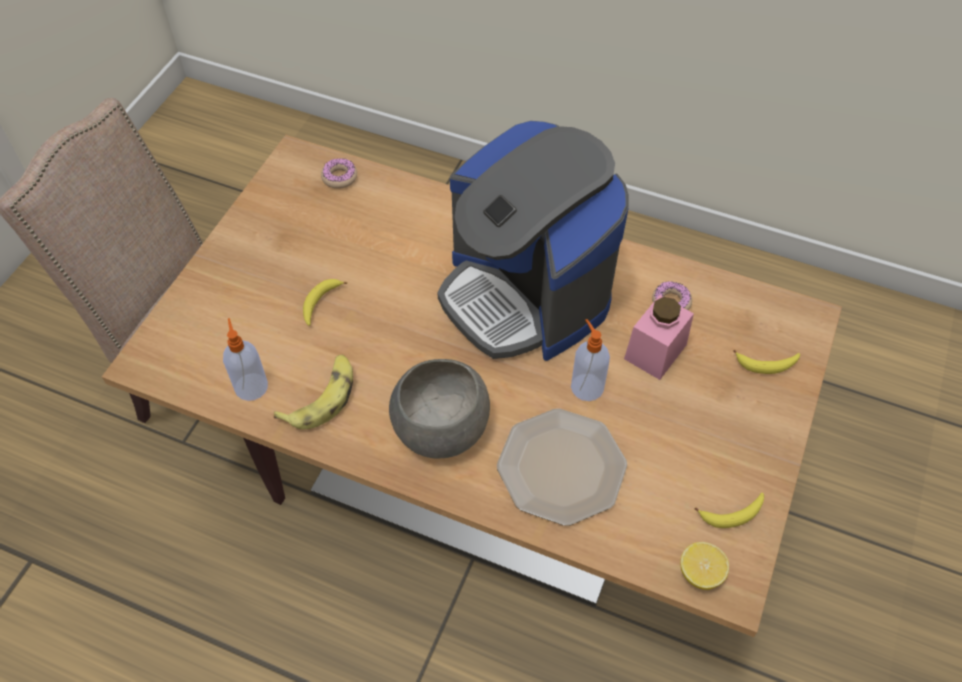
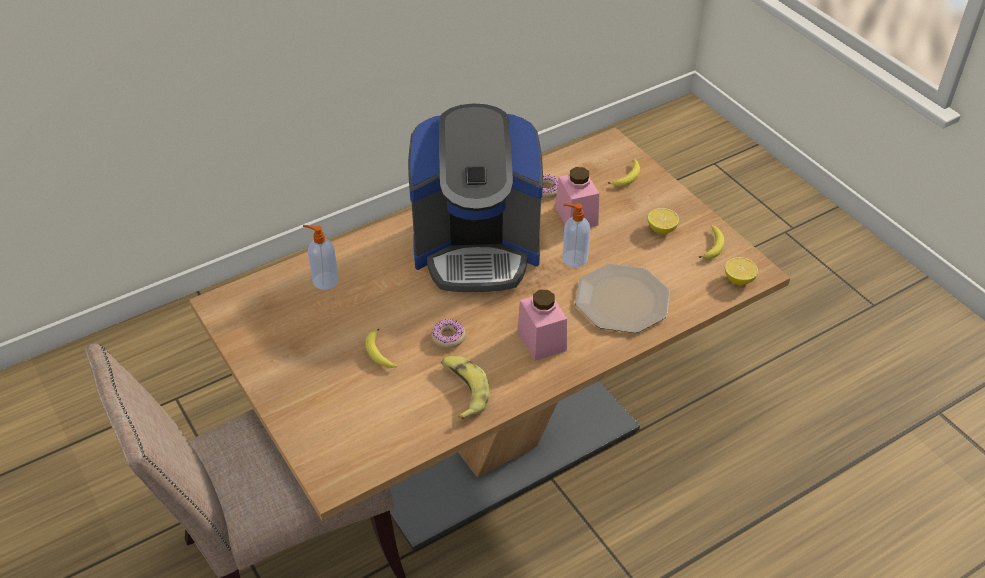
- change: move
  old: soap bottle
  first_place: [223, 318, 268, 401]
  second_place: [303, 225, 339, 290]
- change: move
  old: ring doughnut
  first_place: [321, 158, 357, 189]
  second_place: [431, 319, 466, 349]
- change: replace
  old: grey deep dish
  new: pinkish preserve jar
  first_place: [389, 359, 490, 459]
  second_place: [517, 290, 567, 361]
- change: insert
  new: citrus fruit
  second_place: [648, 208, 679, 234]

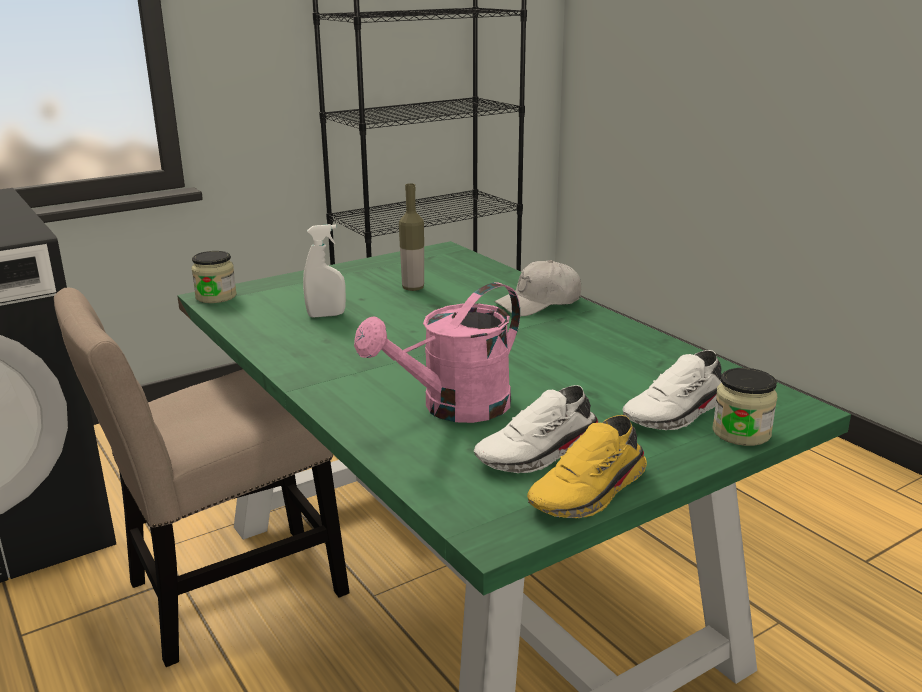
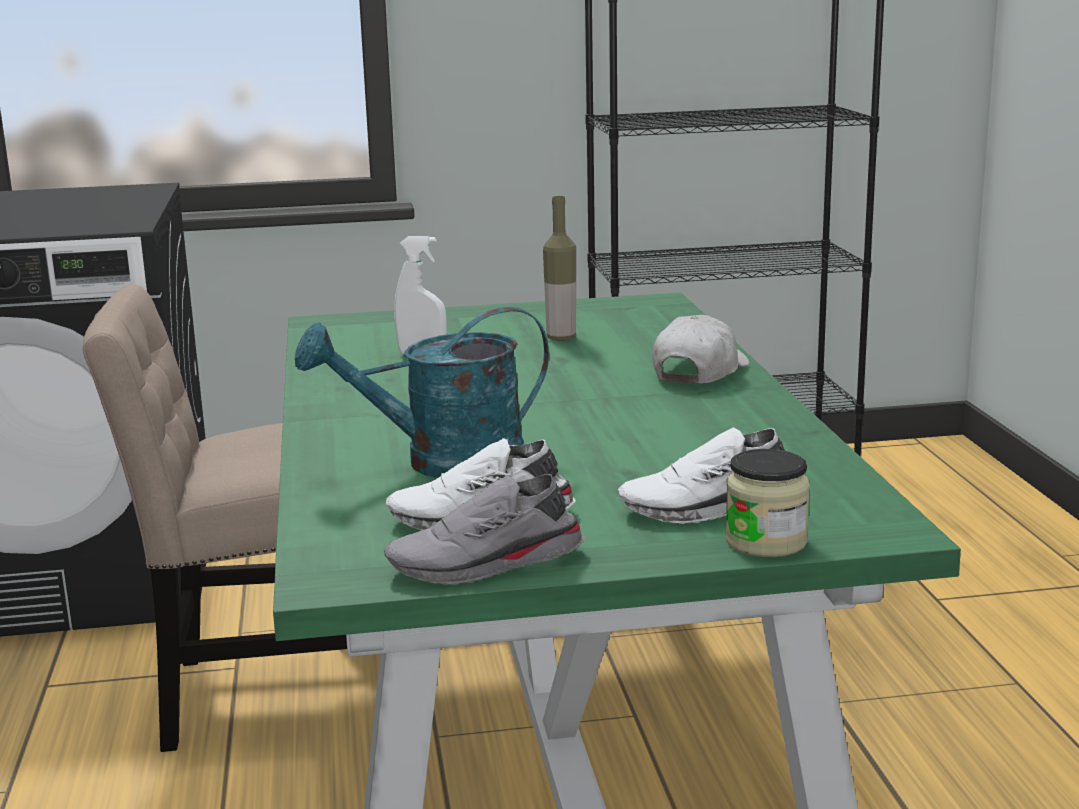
- change: recolor
  old: pinkish watering can
  new: turquoise watering can
  first_place: [354, 282, 520, 423]
  second_place: [295, 307, 549, 478]
- change: recolor
  old: yellow-coloured shoe
  new: grey shoe
  first_place: [527, 415, 647, 518]
  second_place: [384, 474, 585, 585]
- change: rotate
  old: white cap
  first_place: [494, 260, 581, 316]
  second_place: [652, 315, 749, 384]
  degrees: 120
- change: delete
  old: preserve jar
  first_place: [191, 251, 237, 303]

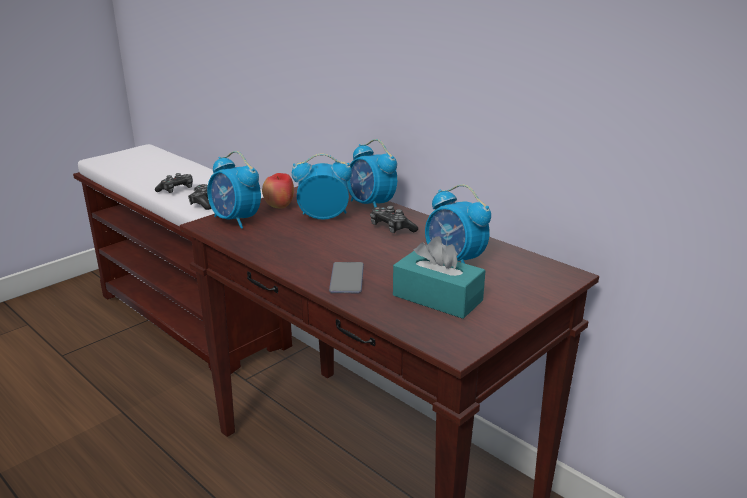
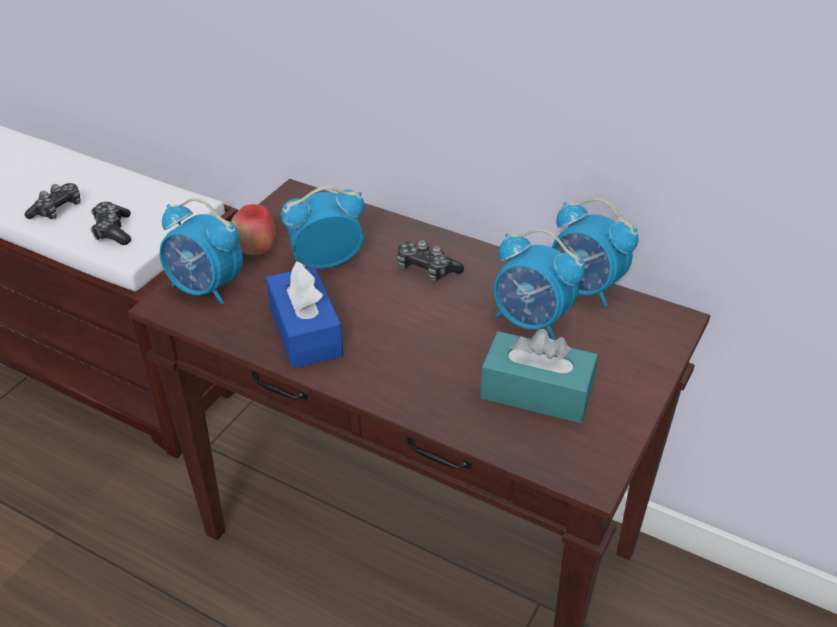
- change: insert
  new: blue tissue box
  second_place: [266, 261, 343, 368]
- change: move
  old: alarm clock
  first_place: [347, 139, 397, 208]
  second_place: [552, 198, 639, 306]
- change: delete
  old: phone
  first_place: [329, 262, 364, 293]

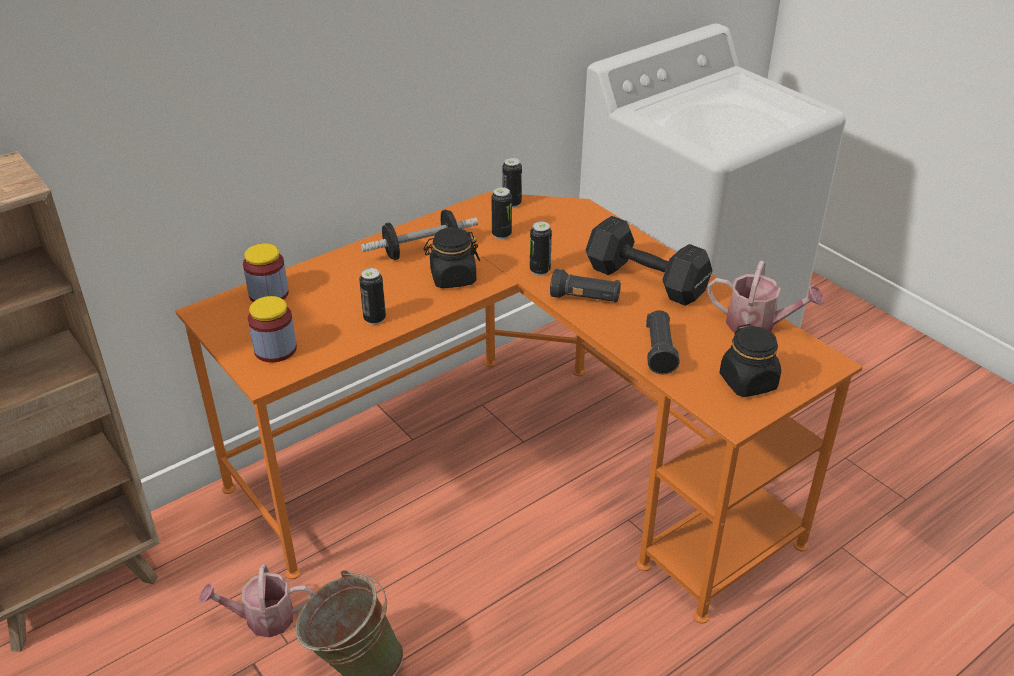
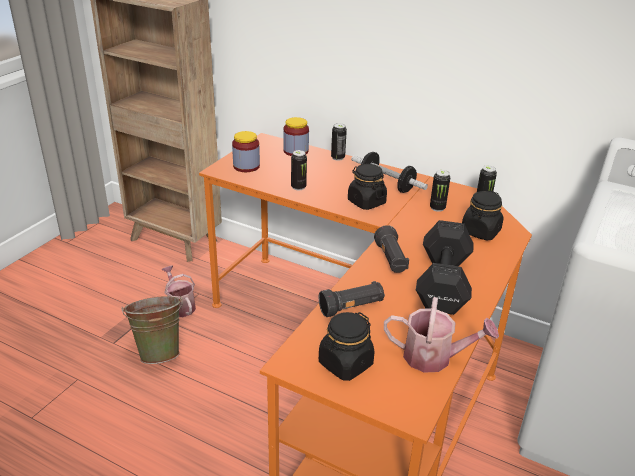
- change: move
  old: metal can
  first_place: [530, 222, 552, 275]
  second_place: [331, 123, 347, 161]
- change: rotate
  old: watering can
  first_place: [708, 261, 824, 332]
  second_place: [384, 297, 499, 373]
  degrees: -75
- change: insert
  new: black preserve jar
  second_place: [462, 191, 504, 240]

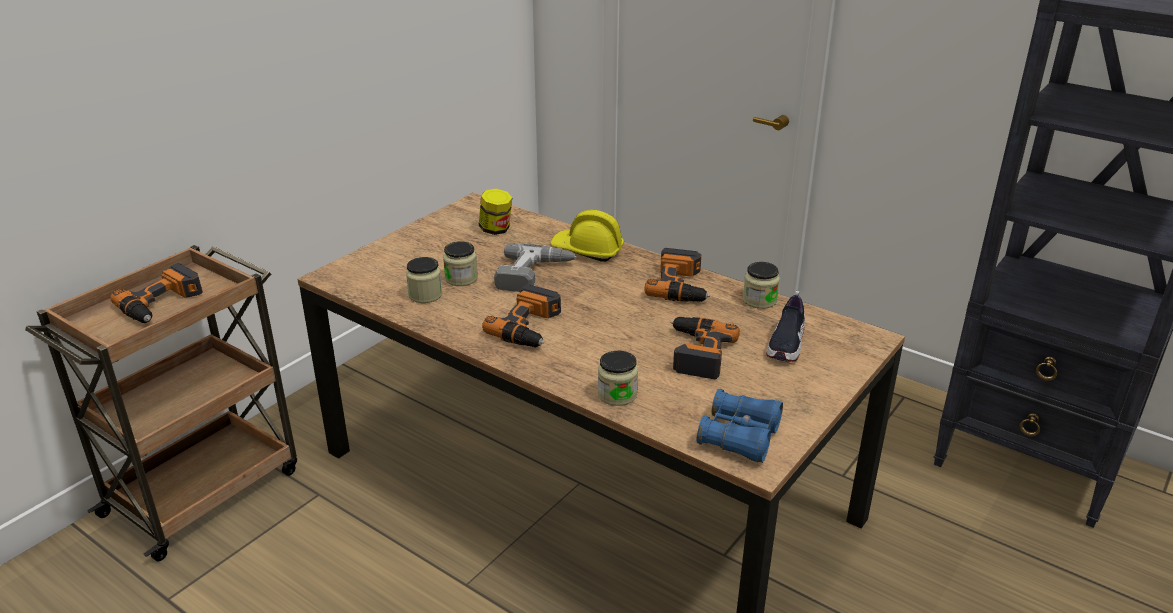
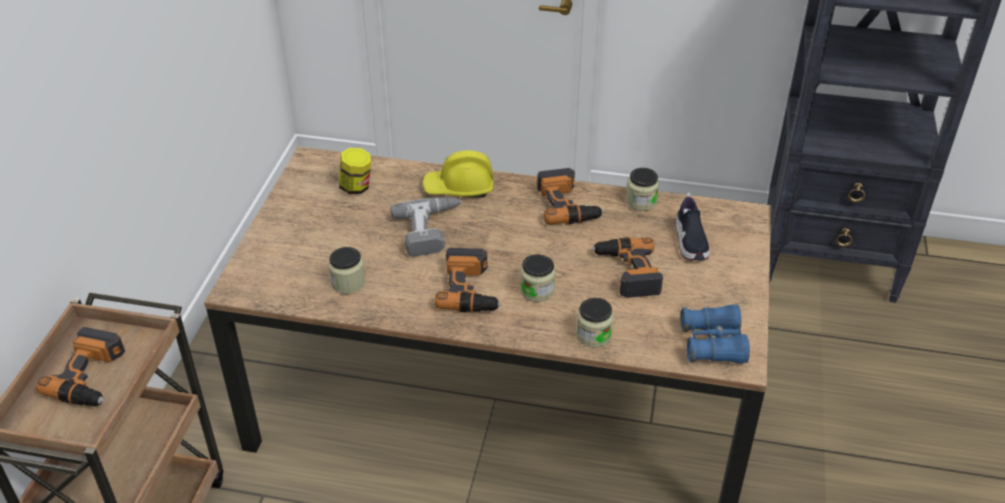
- change: move
  old: preserve jar
  first_place: [443, 241, 478, 286]
  second_place: [520, 254, 555, 302]

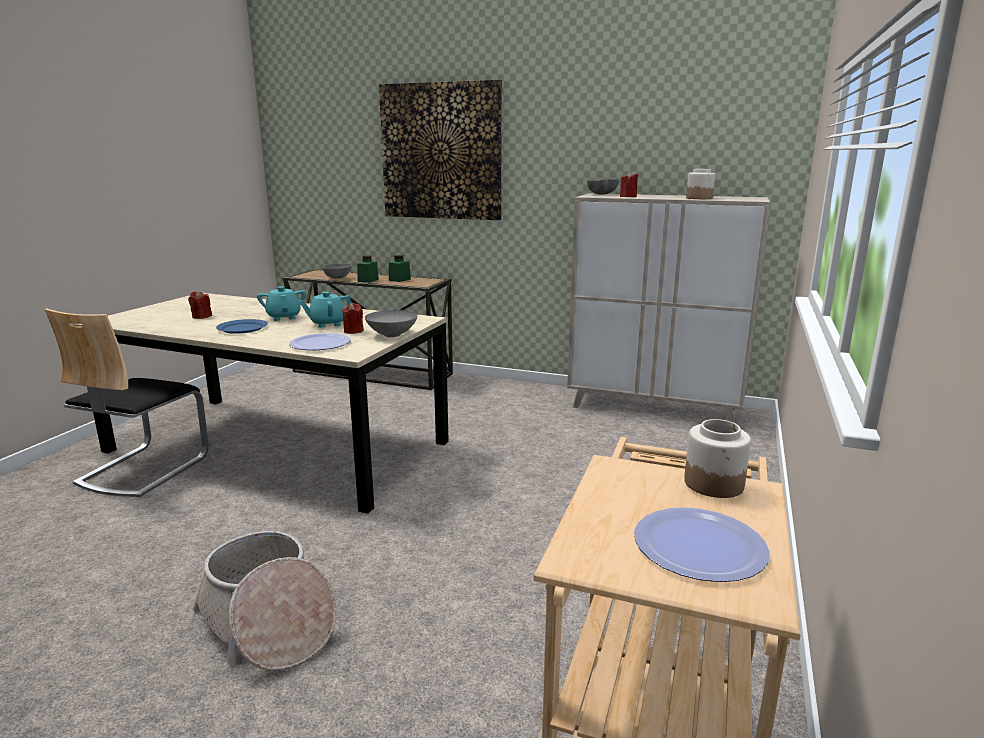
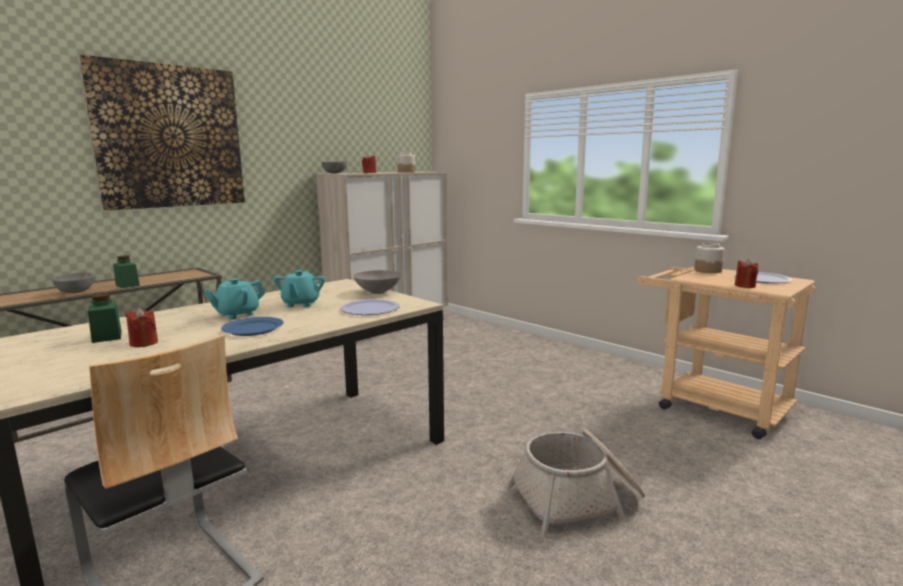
- change: move
  old: green-coloured preserve jar
  first_place: [389, 255, 411, 282]
  second_place: [88, 293, 122, 343]
- change: rotate
  old: turquoise teapot
  first_place: [257, 286, 306, 321]
  second_place: [204, 278, 265, 319]
  degrees: -45
- change: move
  old: red-coloured wax light
  first_place: [342, 303, 364, 334]
  second_place: [735, 259, 758, 288]

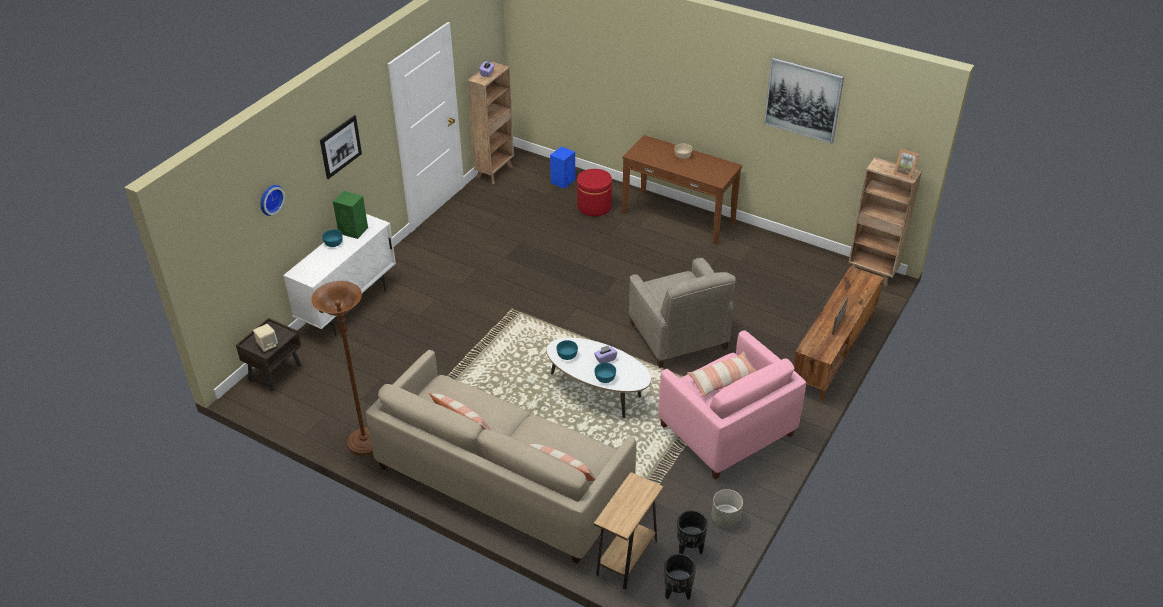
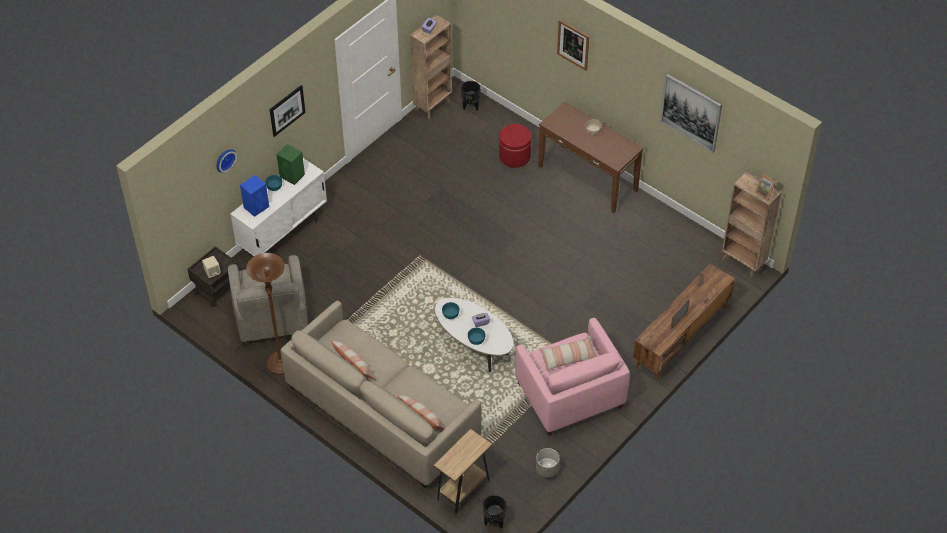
- change: move
  old: sand-coloured lounge chair
  first_place: [629, 258, 736, 368]
  second_place: [228, 255, 308, 347]
- change: move
  old: blue loudspeaker
  first_place: [550, 146, 575, 189]
  second_place: [240, 175, 269, 217]
- change: move
  old: black plant pot
  first_place: [677, 510, 708, 554]
  second_place: [461, 81, 481, 111]
- change: insert
  new: picture
  second_place: [557, 20, 589, 71]

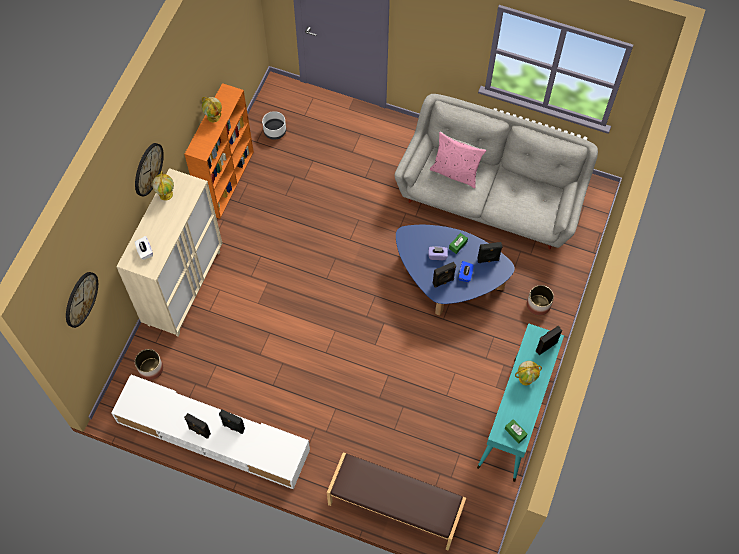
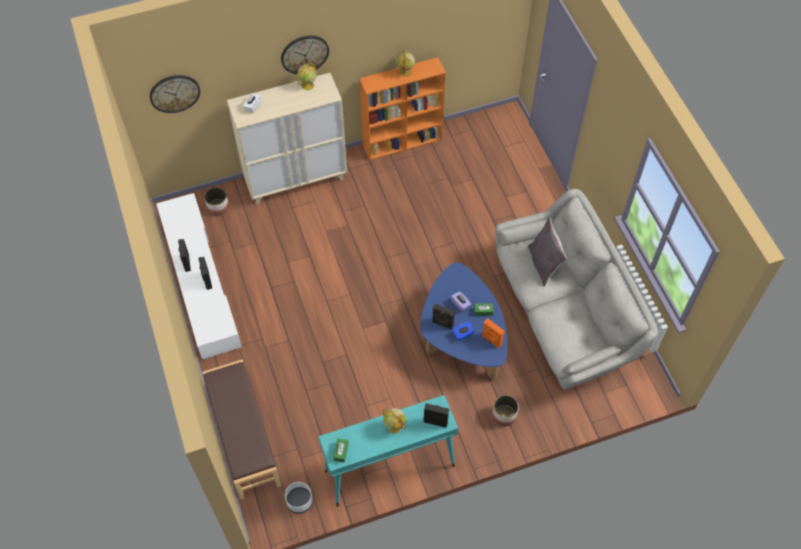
- change: move
  old: white plant pot
  first_place: [262, 111, 286, 140]
  second_place: [285, 482, 313, 514]
- change: recolor
  old: black loudspeaker
  new: orange-coloured loudspeaker
  first_place: [477, 242, 503, 263]
  second_place: [482, 318, 505, 348]
- change: recolor
  old: pinkish throw pillow
  new: grey throw pillow
  first_place: [430, 132, 486, 188]
  second_place: [528, 217, 567, 287]

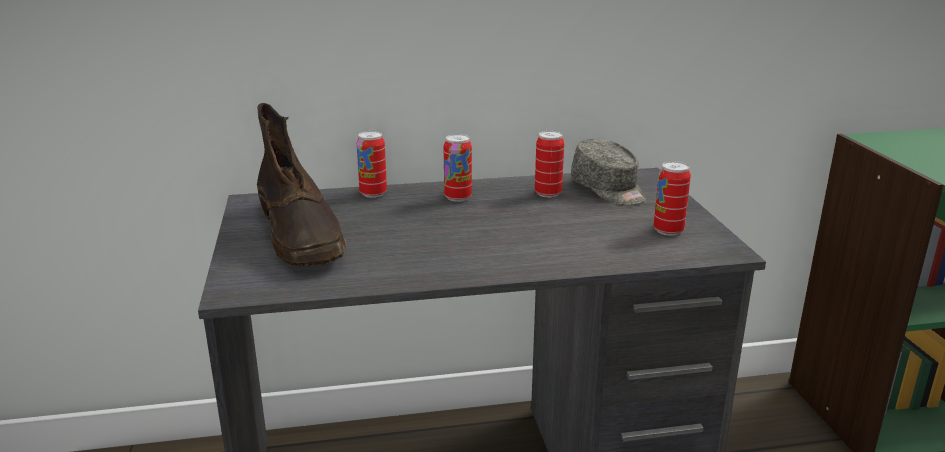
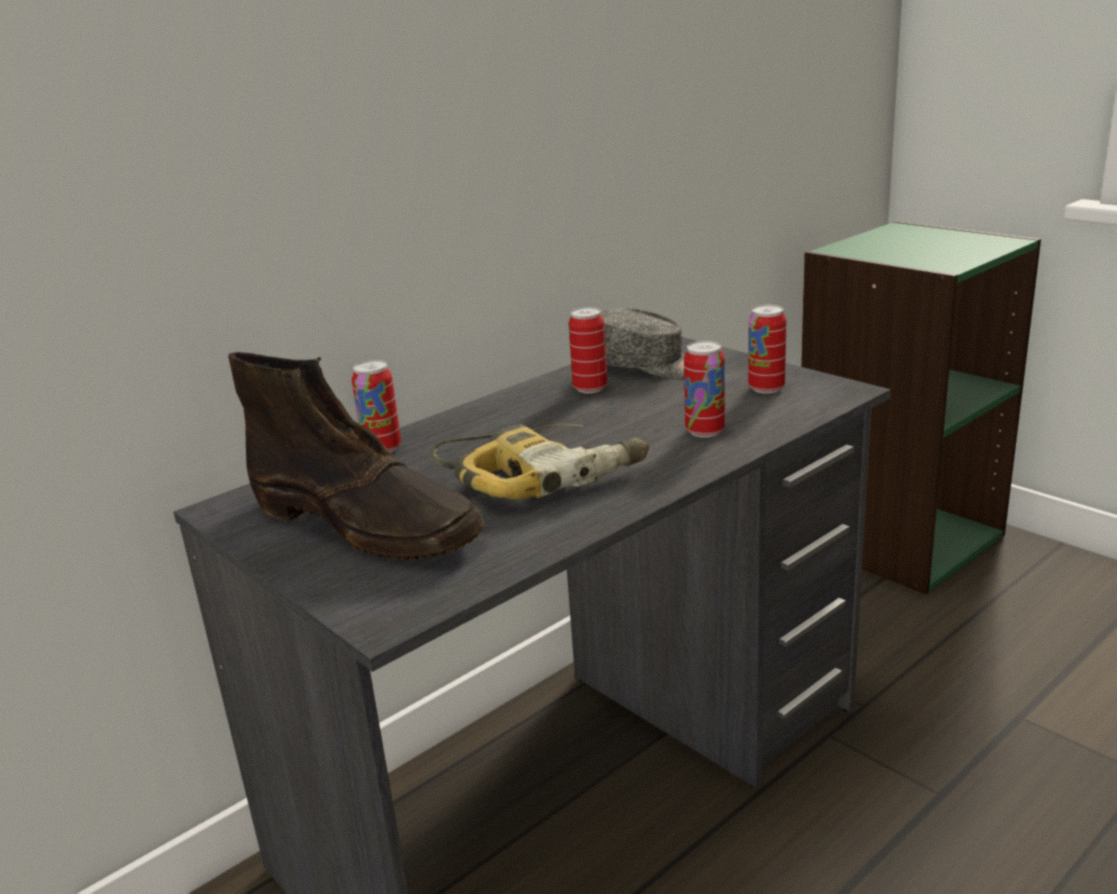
- change: insert
  new: drill
  second_place: [430, 423, 649, 500]
- change: move
  old: metal can
  first_place: [444, 134, 472, 202]
  second_place: [684, 341, 725, 438]

